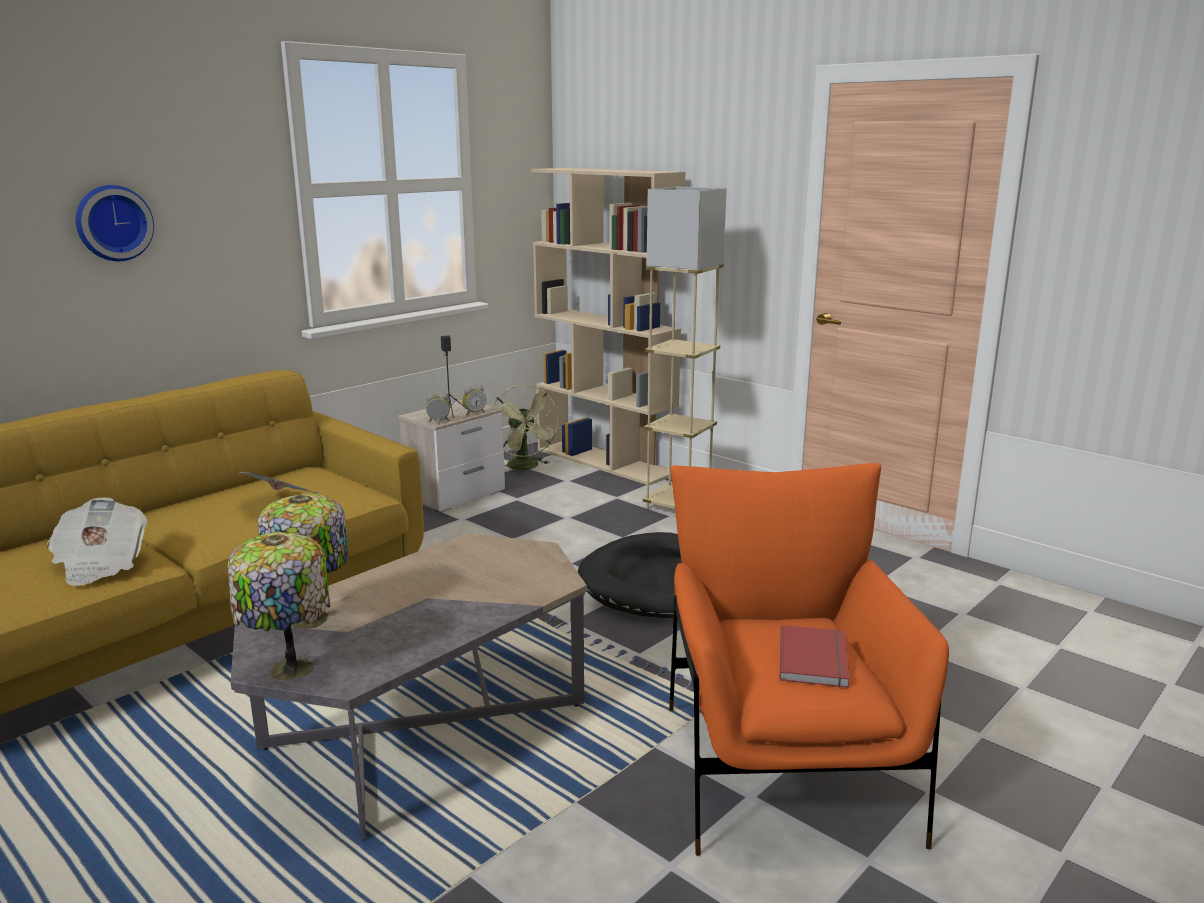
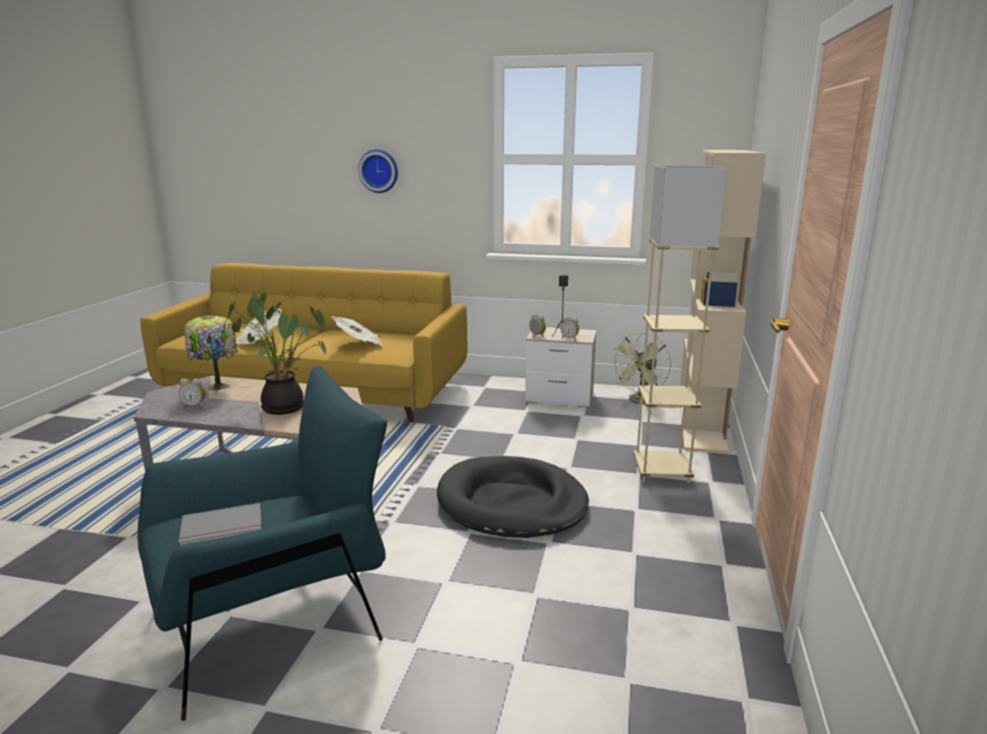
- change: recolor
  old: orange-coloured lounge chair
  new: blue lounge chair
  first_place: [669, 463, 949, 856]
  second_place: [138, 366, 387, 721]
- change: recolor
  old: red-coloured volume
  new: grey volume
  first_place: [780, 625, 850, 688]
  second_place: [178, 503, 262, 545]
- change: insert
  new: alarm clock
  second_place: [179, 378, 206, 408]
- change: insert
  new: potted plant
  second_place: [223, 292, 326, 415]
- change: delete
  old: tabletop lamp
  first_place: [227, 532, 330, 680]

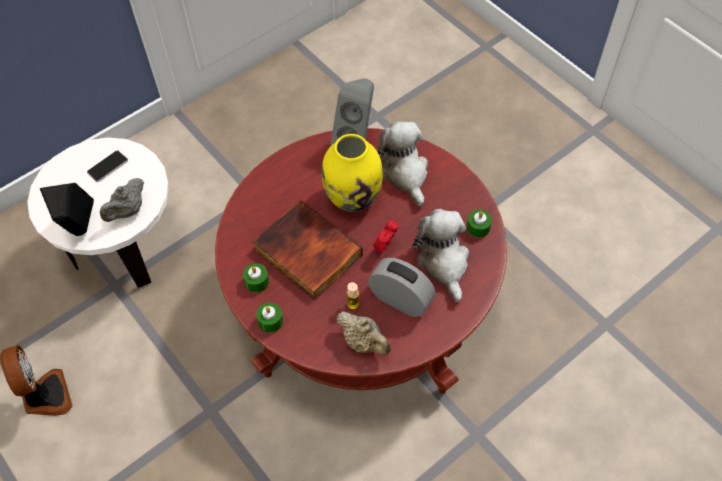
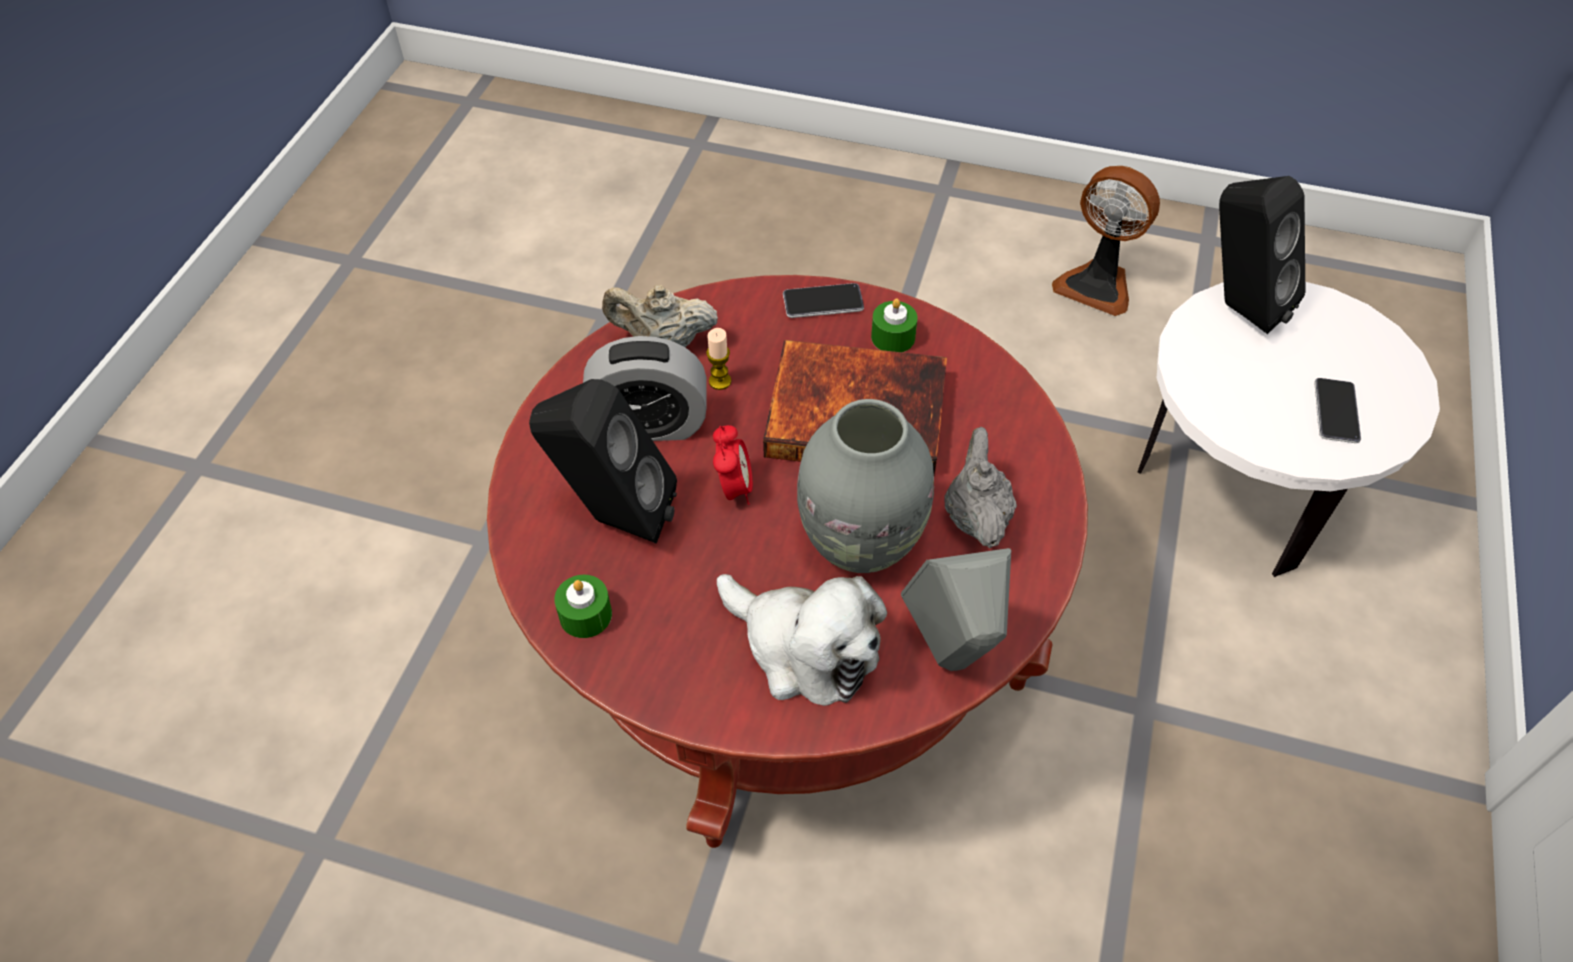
- change: replace
  old: cuddly toy
  new: black loudspeaker
  first_place: [412, 209, 469, 302]
  second_place: [529, 379, 677, 543]
- change: replace
  old: green-coloured wax light
  new: phone
  first_place: [256, 302, 283, 333]
  second_place: [783, 283, 864, 318]
- change: recolor
  old: yellow-coloured decorative vase
  new: grey decorative vase
  first_place: [322, 134, 383, 212]
  second_place: [797, 399, 934, 573]
- change: move
  old: grey teapot
  first_place: [100, 178, 144, 222]
  second_place: [945, 427, 1017, 548]

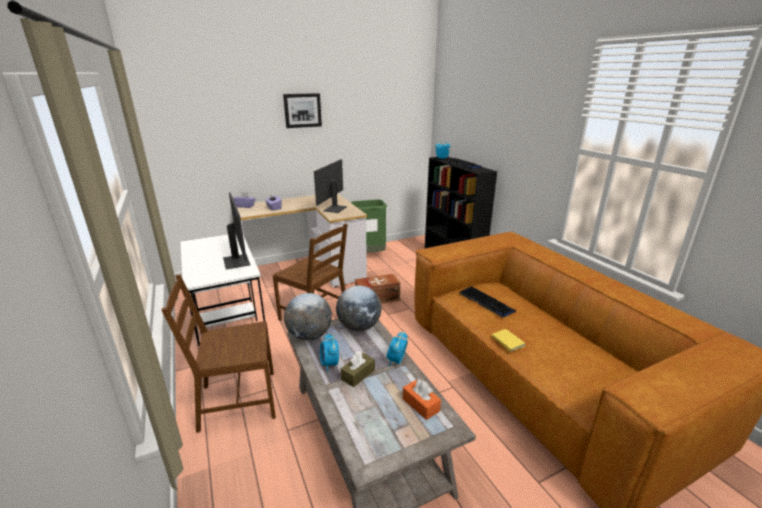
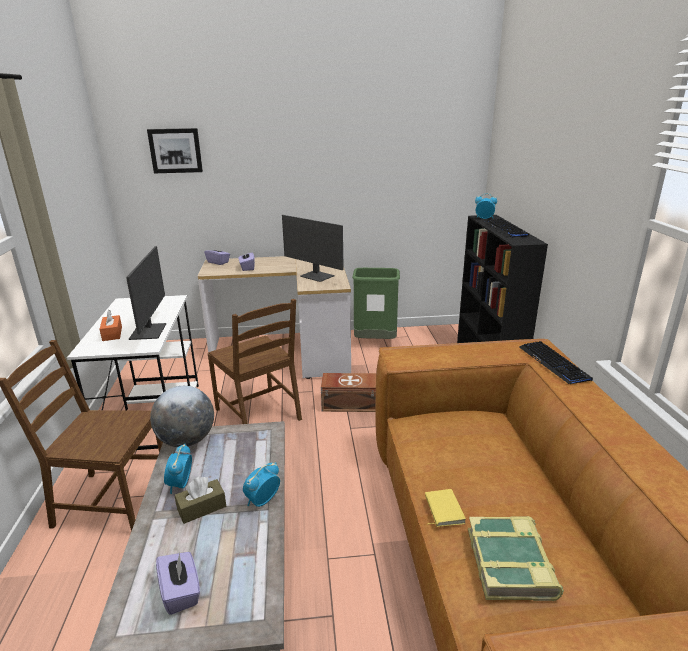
- change: move
  old: orange-coloured tissue box
  first_place: [403, 379, 441, 420]
  second_place: [100, 310, 122, 341]
- change: move
  old: picture
  first_place: [283, 93, 322, 128]
  second_place: [147, 128, 203, 173]
- change: insert
  new: purple-coloured tissue box
  second_place: [156, 552, 200, 615]
- change: rotate
  old: computer display
  first_place: [314, 159, 347, 213]
  second_place: [282, 215, 344, 282]
  degrees: -90
- change: insert
  new: volume
  second_place: [468, 516, 564, 601]
- change: move
  old: PC keyboard
  first_place: [459, 286, 516, 318]
  second_place: [519, 341, 593, 384]
- change: delete
  old: desk globe
  first_place: [336, 285, 382, 331]

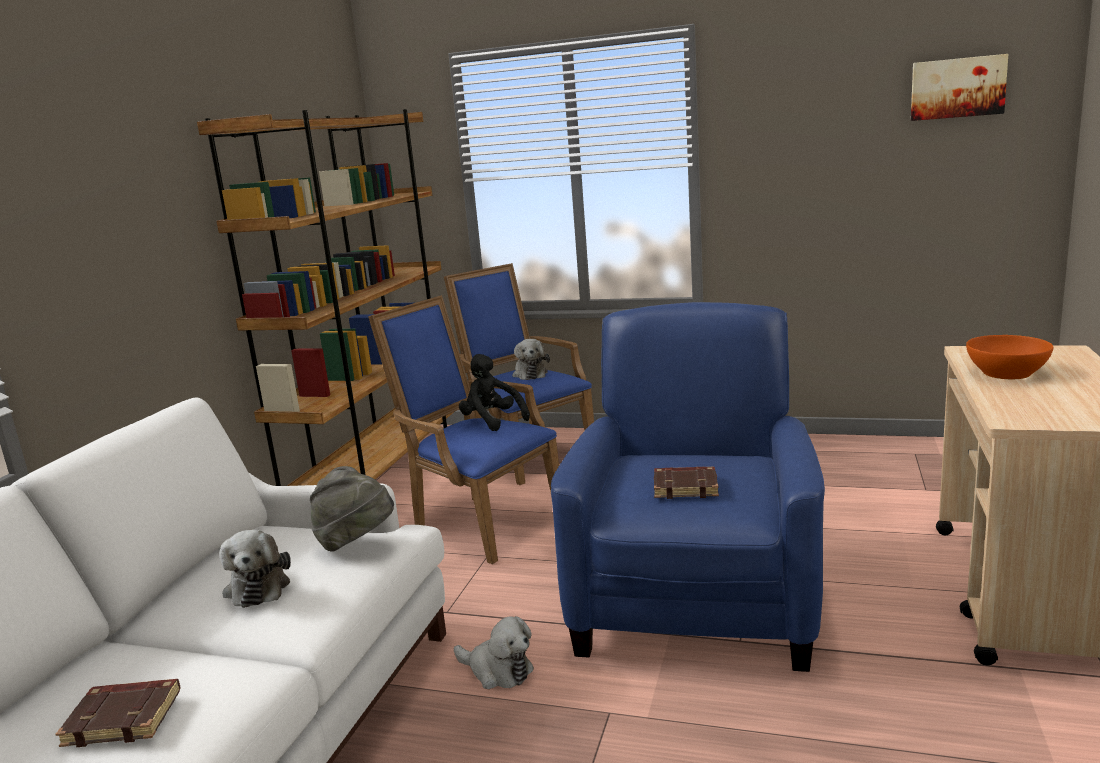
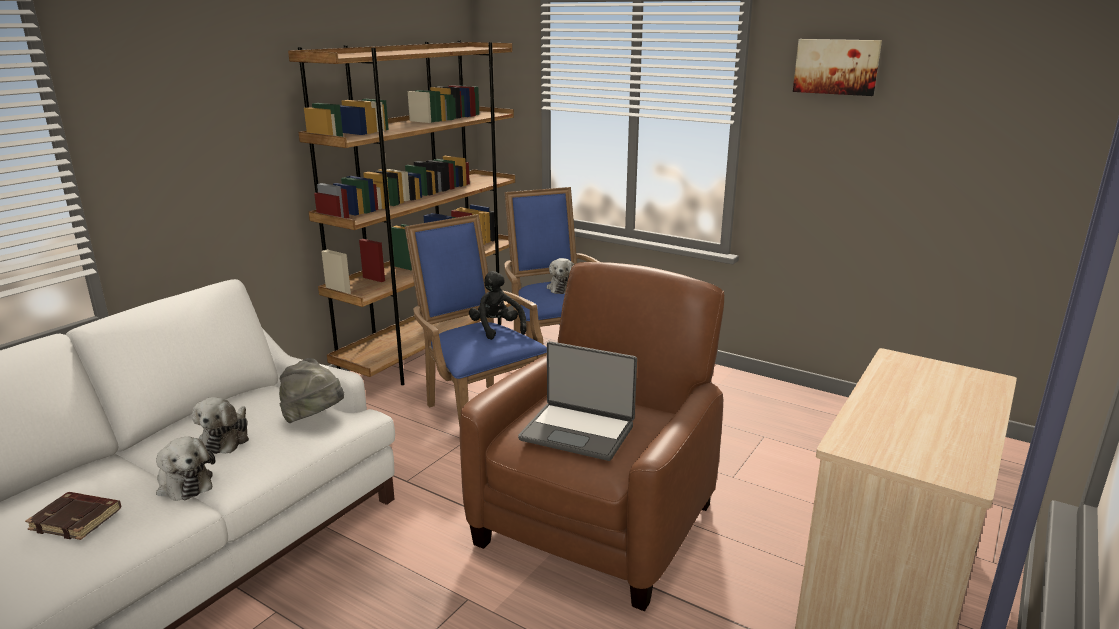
- change: move
  old: cuddly toy
  first_place: [454, 616, 534, 689]
  second_place: [156, 437, 215, 501]
- change: recolor
  old: blue lounge chair
  new: brownish lounge chair
  first_place: [551, 302, 825, 672]
  second_place: [460, 262, 724, 611]
- change: replace
  old: brownish volume
  new: portable computer
  first_place: [654, 467, 719, 499]
  second_place: [518, 341, 637, 461]
- change: move
  old: picture
  first_place: [911, 54, 1008, 121]
  second_place: [793, 39, 882, 96]
- change: delete
  old: orange-coloured deep dish
  first_place: [966, 335, 1053, 379]

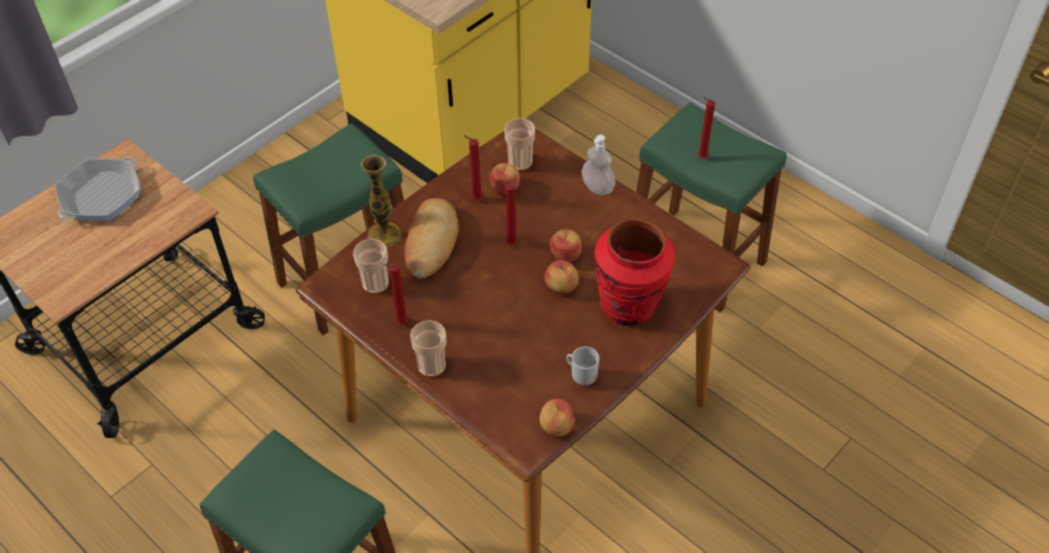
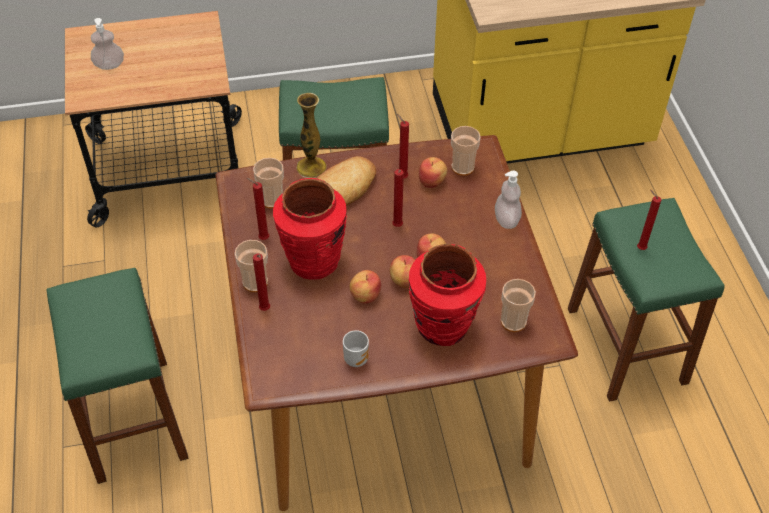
- change: insert
  new: soap bottle
  second_place: [91, 18, 124, 70]
- change: insert
  new: red-coloured wax light
  second_place: [253, 254, 270, 311]
- change: insert
  new: red-coloured decorative vase
  second_place: [273, 178, 347, 280]
- change: move
  old: apple fruit
  first_place: [540, 398, 575, 437]
  second_place: [349, 270, 381, 304]
- change: insert
  new: drinking cup
  second_place: [501, 279, 536, 332]
- change: delete
  old: frying pan
  first_place: [55, 157, 141, 221]

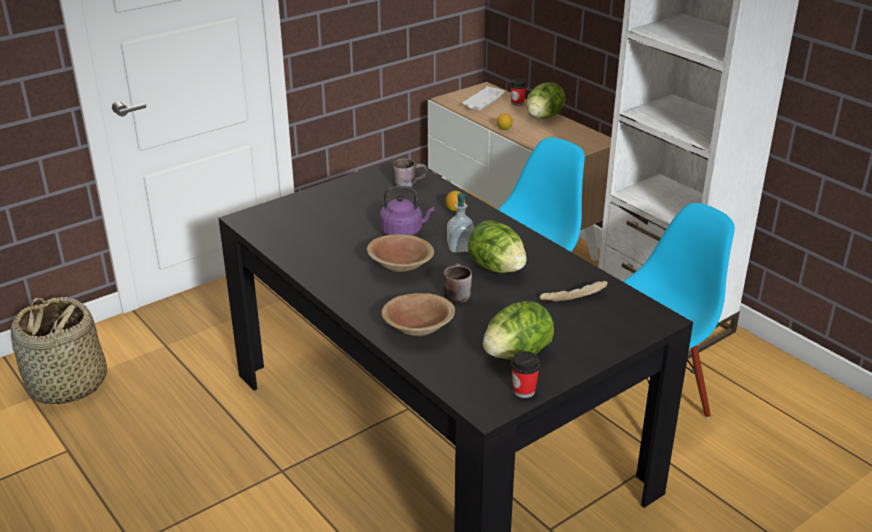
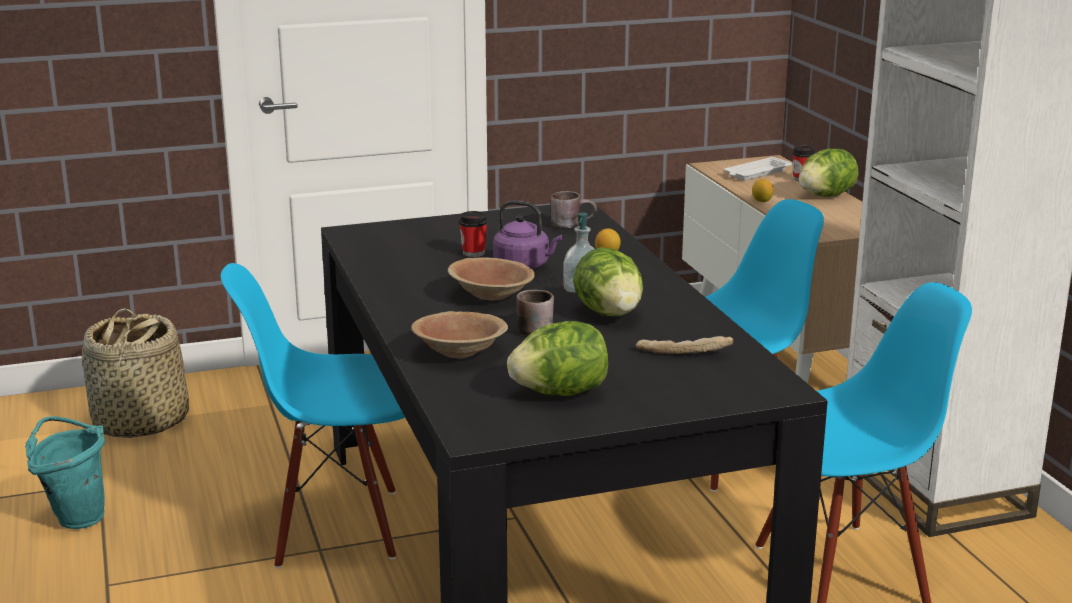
- change: insert
  new: turquoise pail
  second_place: [25, 416, 105, 529]
- change: insert
  new: blue upright chair
  second_place: [221, 263, 405, 568]
- change: move
  old: drinking cup
  first_place: [511, 351, 540, 398]
  second_place: [459, 211, 488, 257]

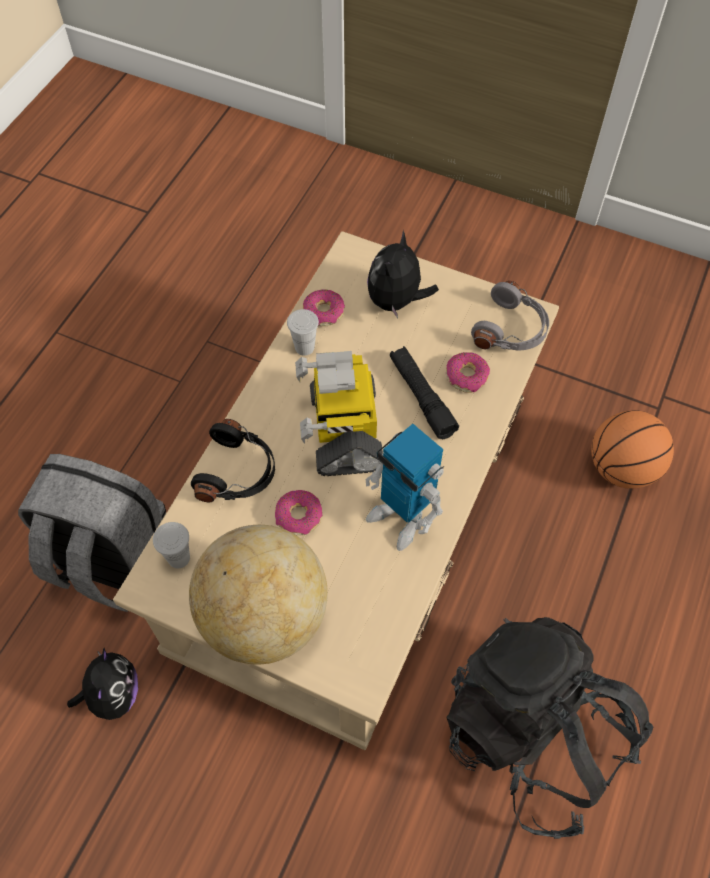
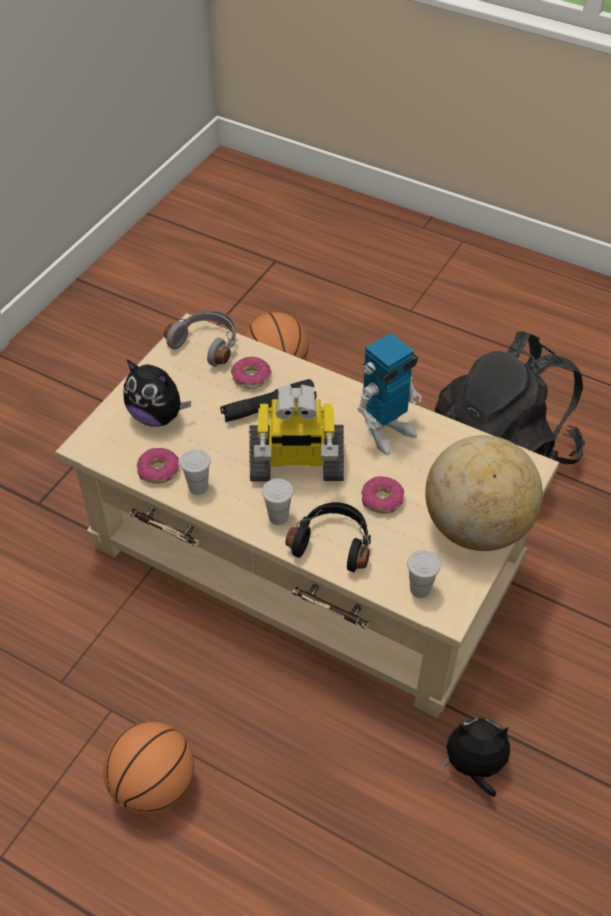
- change: insert
  new: basketball ball
  second_place: [103, 721, 194, 815]
- change: insert
  new: white drinking cup
  second_place: [262, 479, 294, 525]
- change: delete
  old: grey knapsack
  first_place: [18, 454, 166, 612]

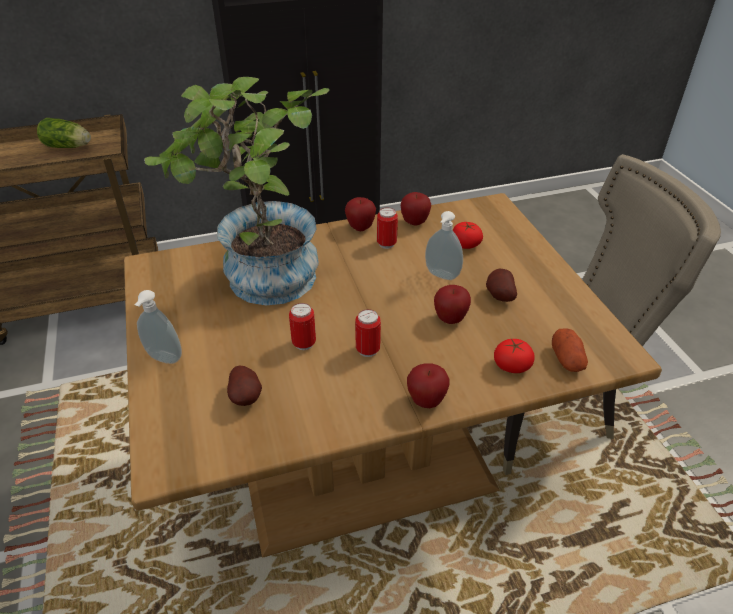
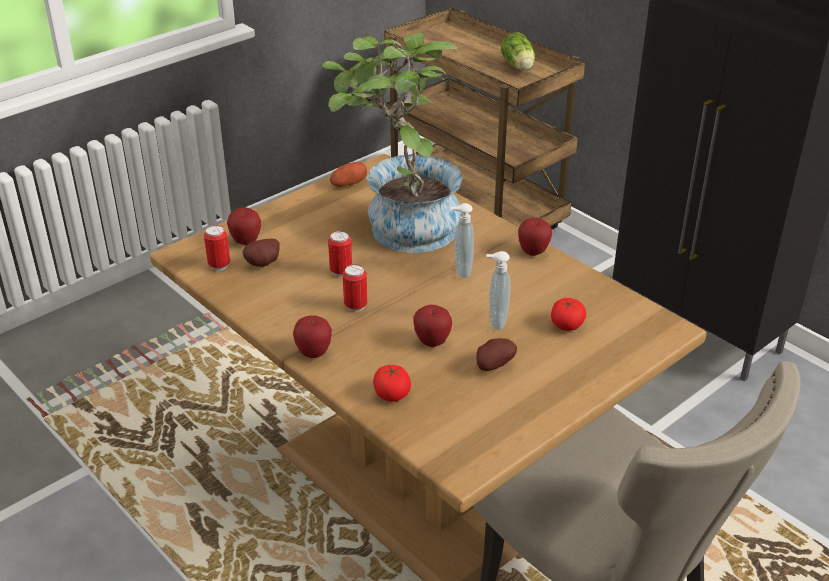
- change: move
  old: metal can
  first_place: [377, 207, 398, 249]
  second_place: [204, 225, 230, 271]
- change: move
  old: apple fruit
  first_place: [401, 192, 431, 225]
  second_place: [227, 207, 261, 245]
- change: move
  old: spud
  first_place: [552, 328, 588, 372]
  second_place: [330, 162, 367, 187]
- change: move
  old: soap bottle
  first_place: [135, 290, 182, 364]
  second_place: [451, 203, 474, 278]

